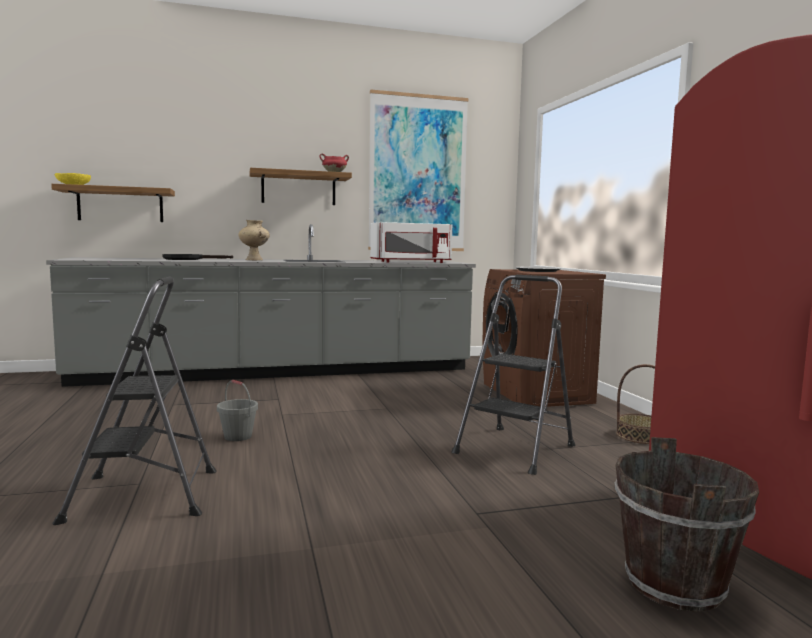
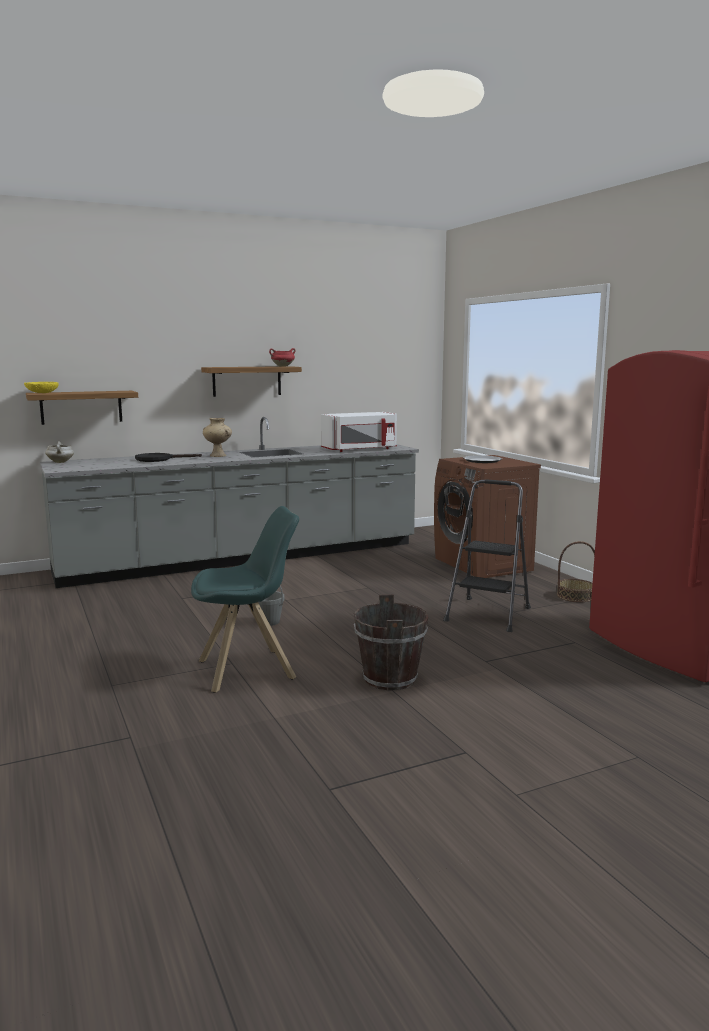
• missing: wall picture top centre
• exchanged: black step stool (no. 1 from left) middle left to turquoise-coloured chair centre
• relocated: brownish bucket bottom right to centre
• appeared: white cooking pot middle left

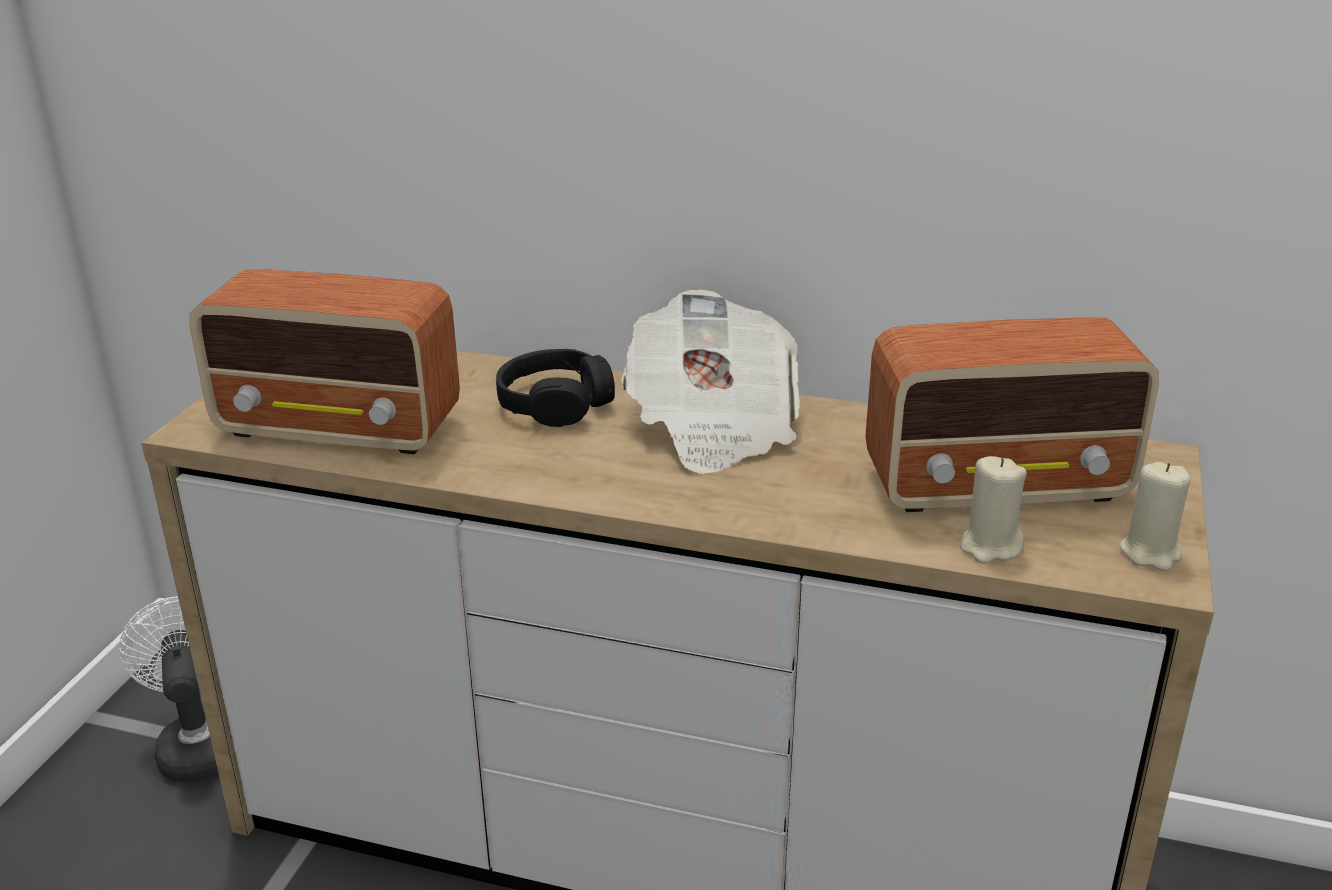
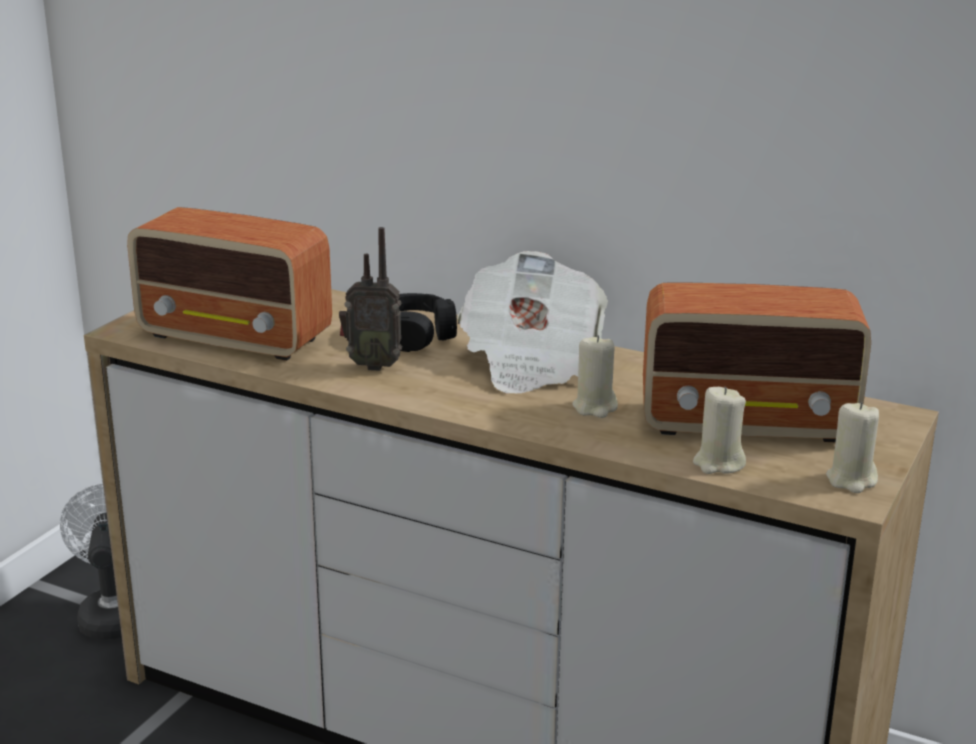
• appeared: radio set (no. 2 from left) centre
• appeared: beige candle (no. 1 from left) centre

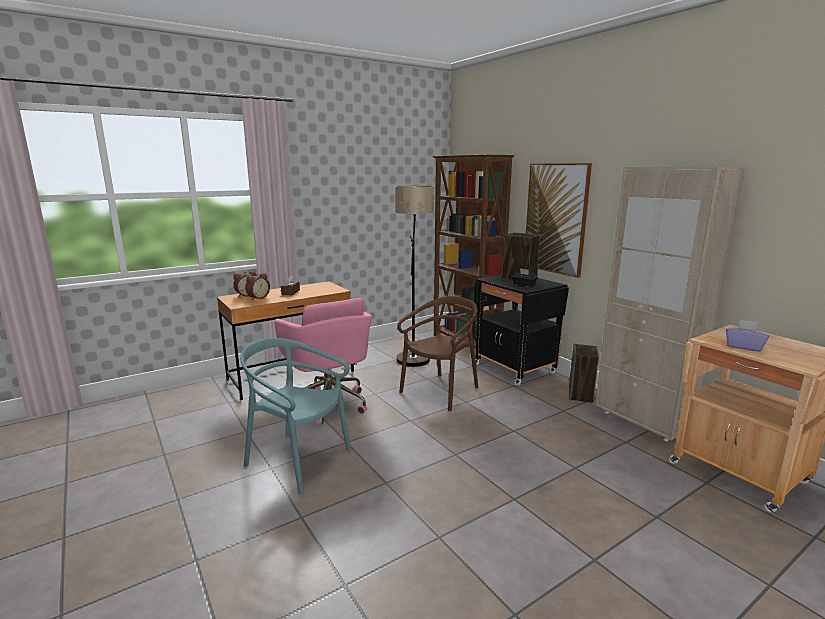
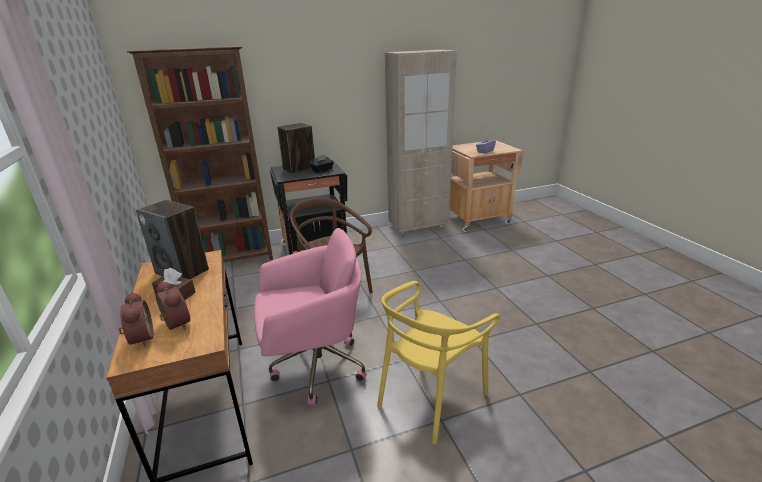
• missing: wall picture middle right
• missing: standing lamp centre
• colour: turquoise-coloured chair bottom centre to yellow chair bottom centre
• relocated: audio speaker (no. 2 from left in the first image) middle right to audio speaker (no. 1 from left) middle left

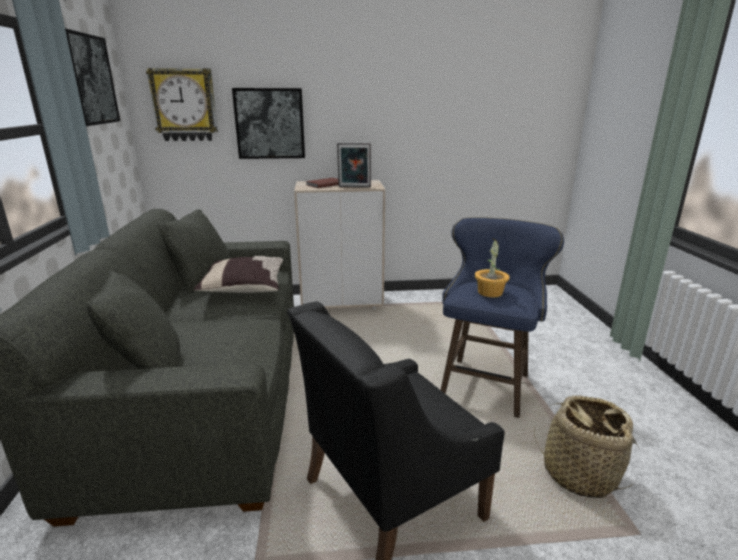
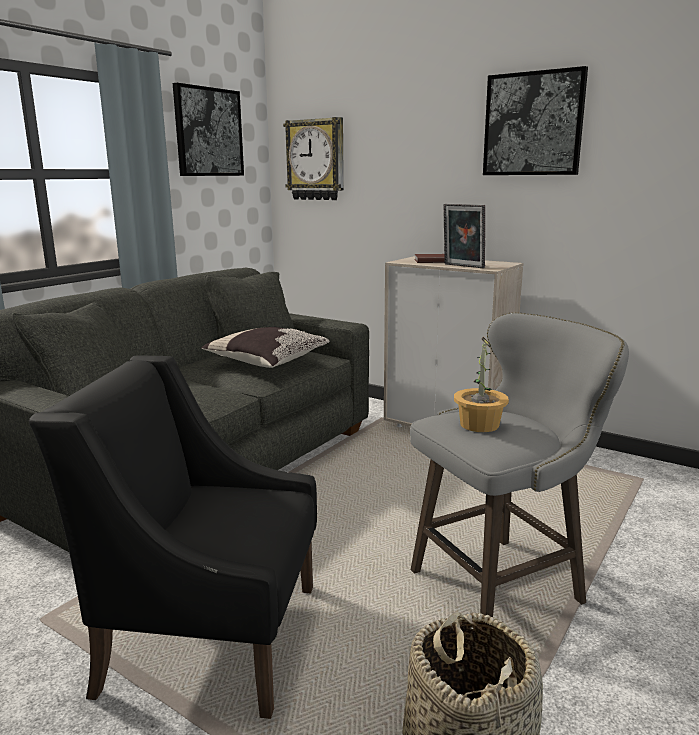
• relocated: wall picture (no. 2 from left) top centre to top right
• colour: blue stool middle right to grey stool middle right

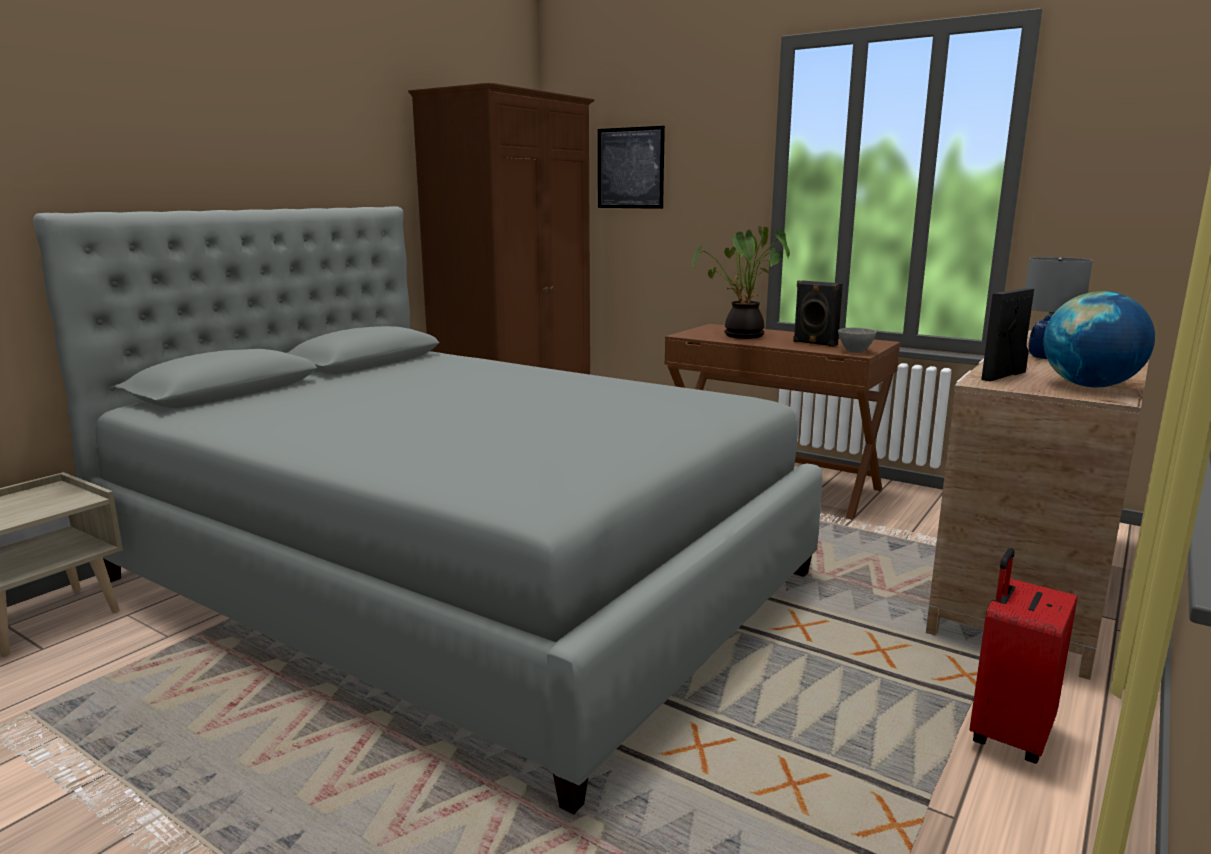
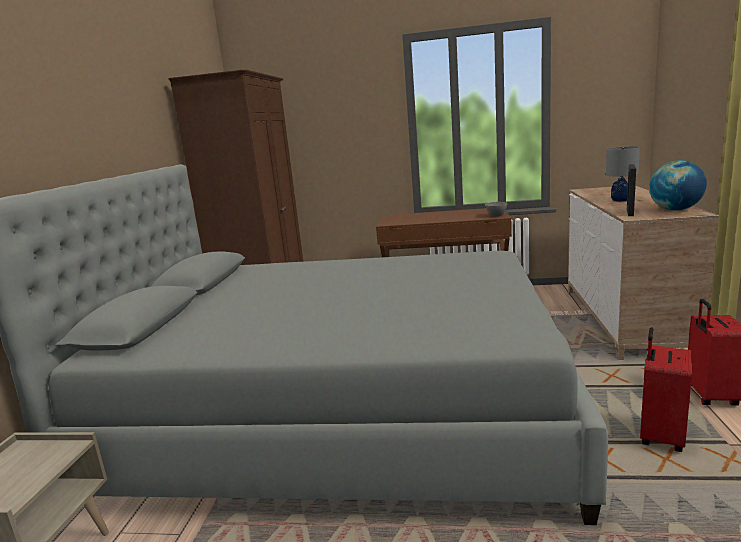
• missing: wall picture top centre
• missing: potted plant top centre
• missing: black audio speaker middle right
• appeared: red suitcase (no. 1 from left) bottom right

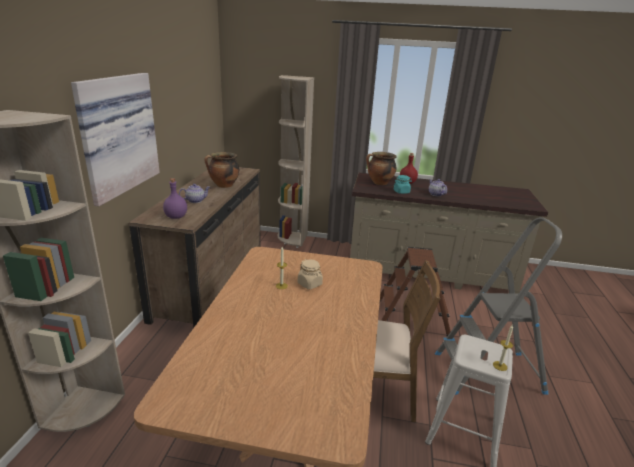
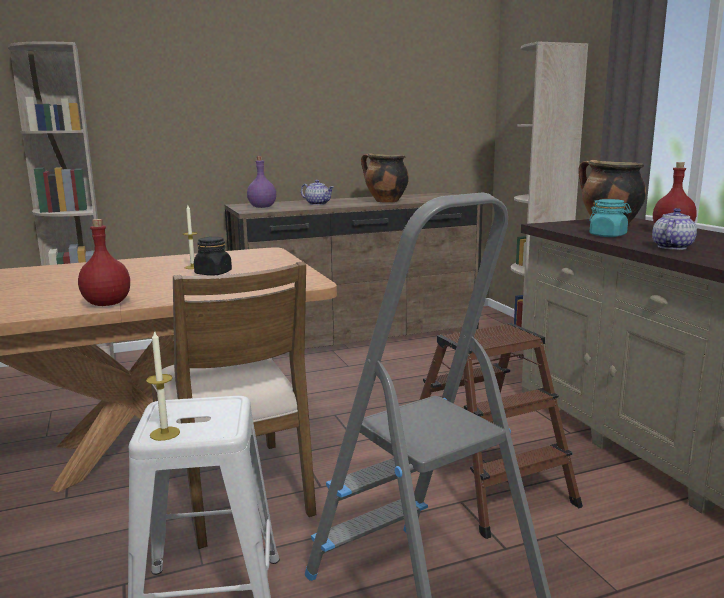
• missing: wall picture top left
• colour: beige storage jar centre to black storage jar middle left
• appeared: red drink bottle (no. 1 from left) middle left

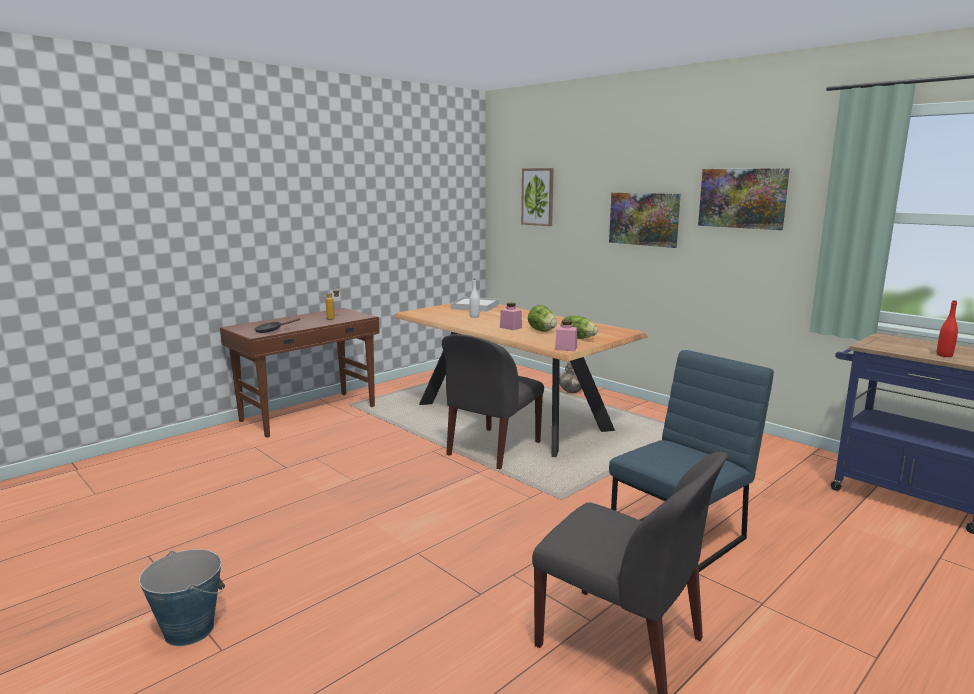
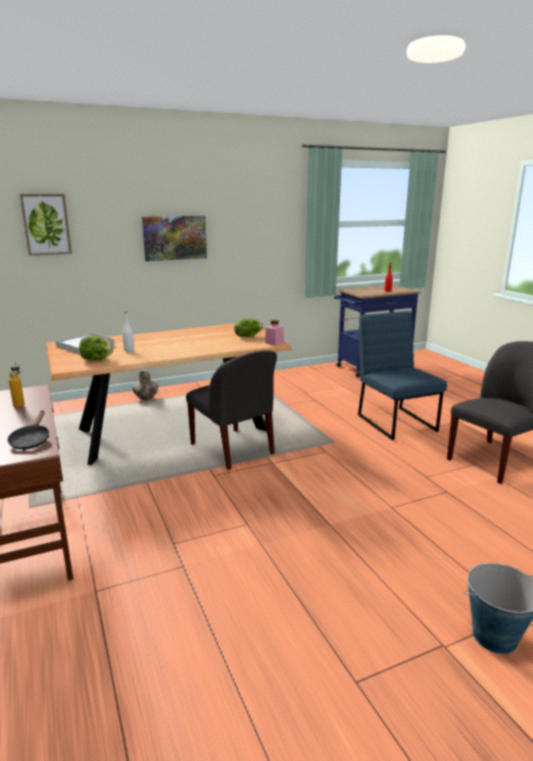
• missing: wall picture (no. 3 from left) top right
• missing: pink-coloured storage jar (no. 1 from left) centre
• relocated: lettuce (no. 1 from left) centre to middle left

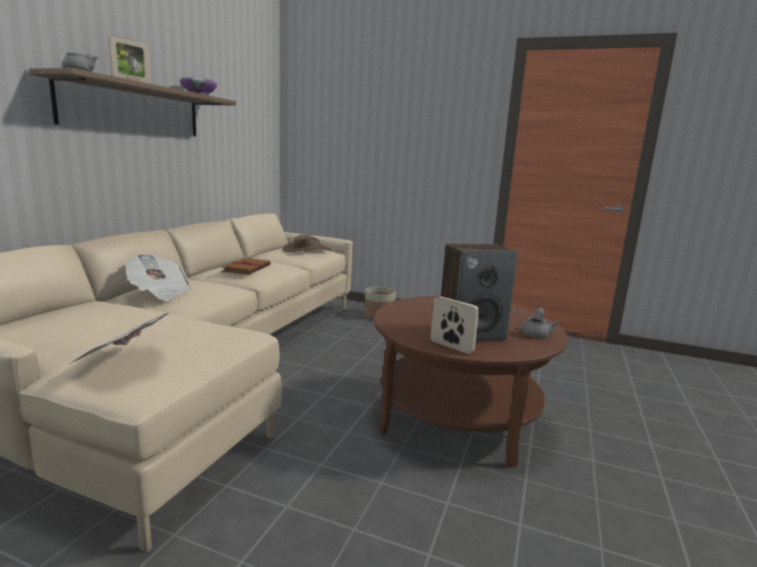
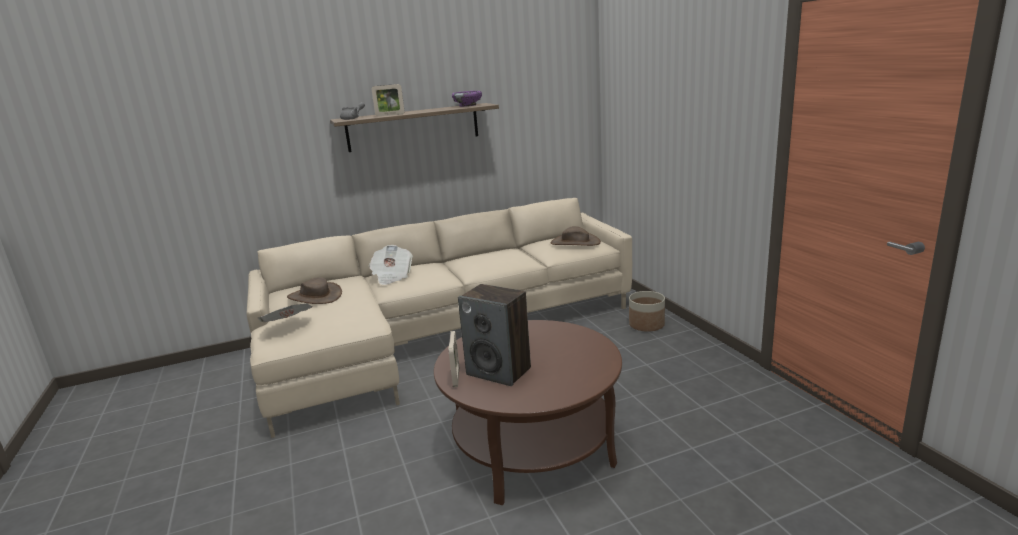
• missing: brownish book middle left
• missing: grey pot for tea (no. 2 from left) middle right
• appeared: brownish hat (no. 1 from left) middle left

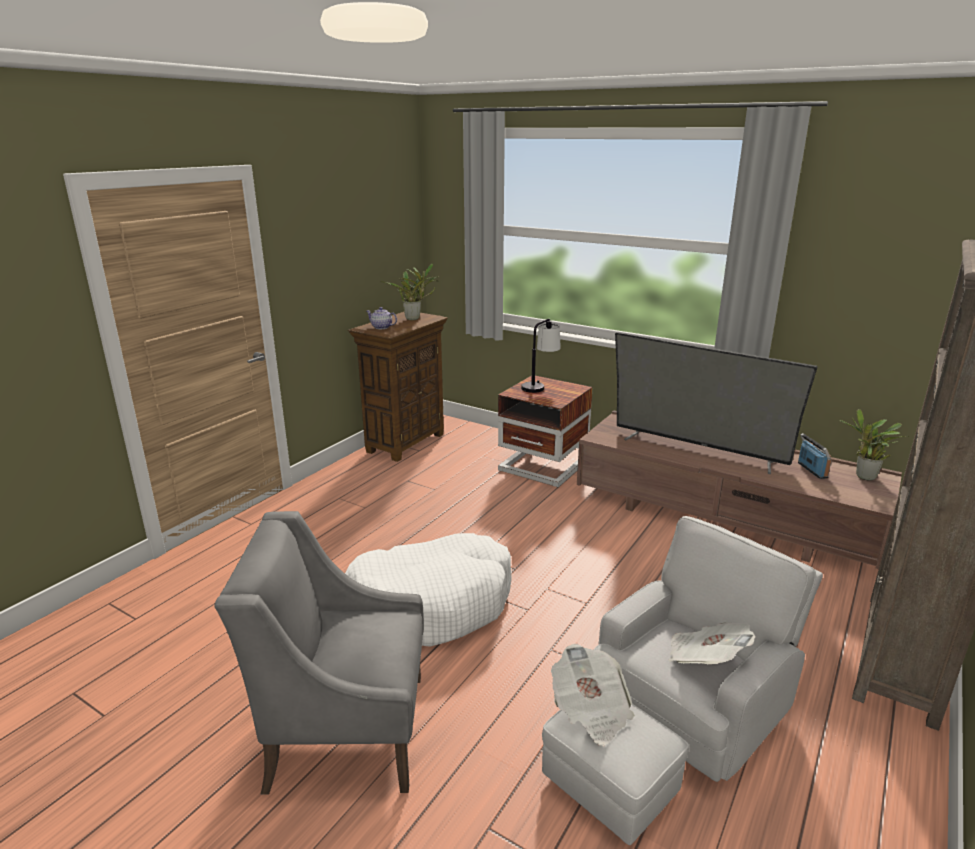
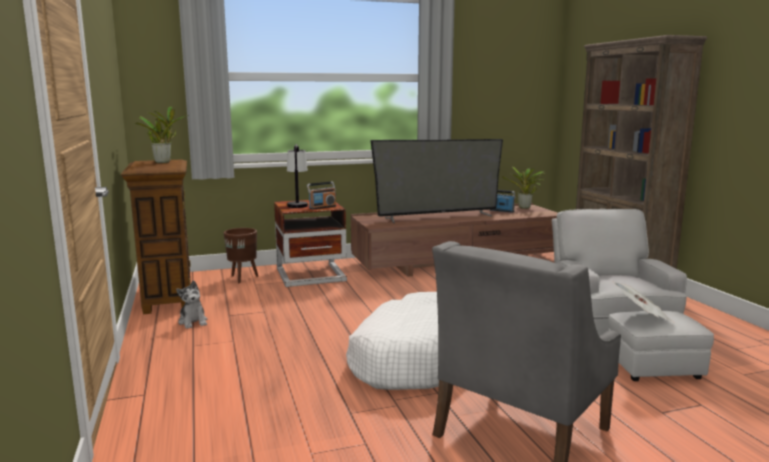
• missing: pot for tea centre
• missing: newspaper (no. 2 from left) bottom right
• appeared: radio set (no. 1 from left) centre
• appeared: brownish planter middle left
• appeared: soft toy middle left

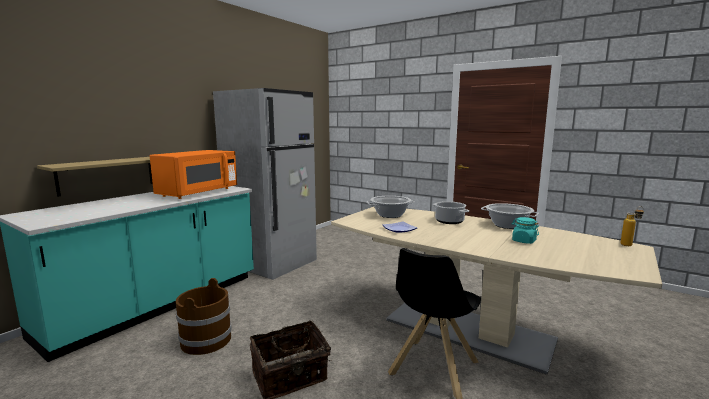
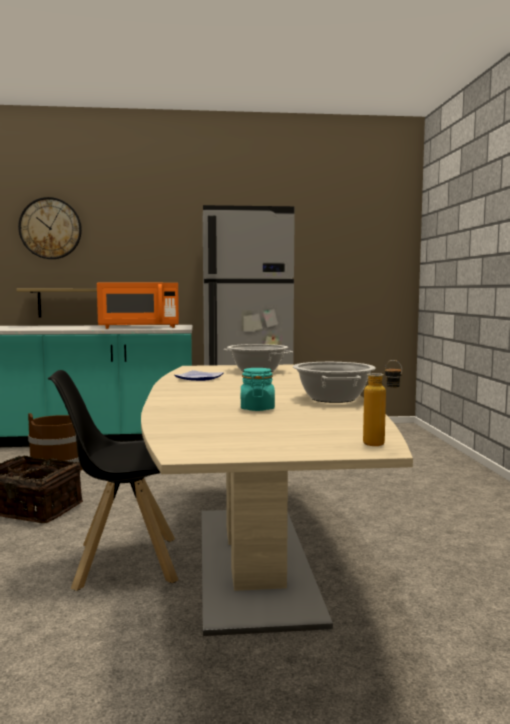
• missing: cooking pot (no. 2 from left) centre
• appeared: hanging clock top left

